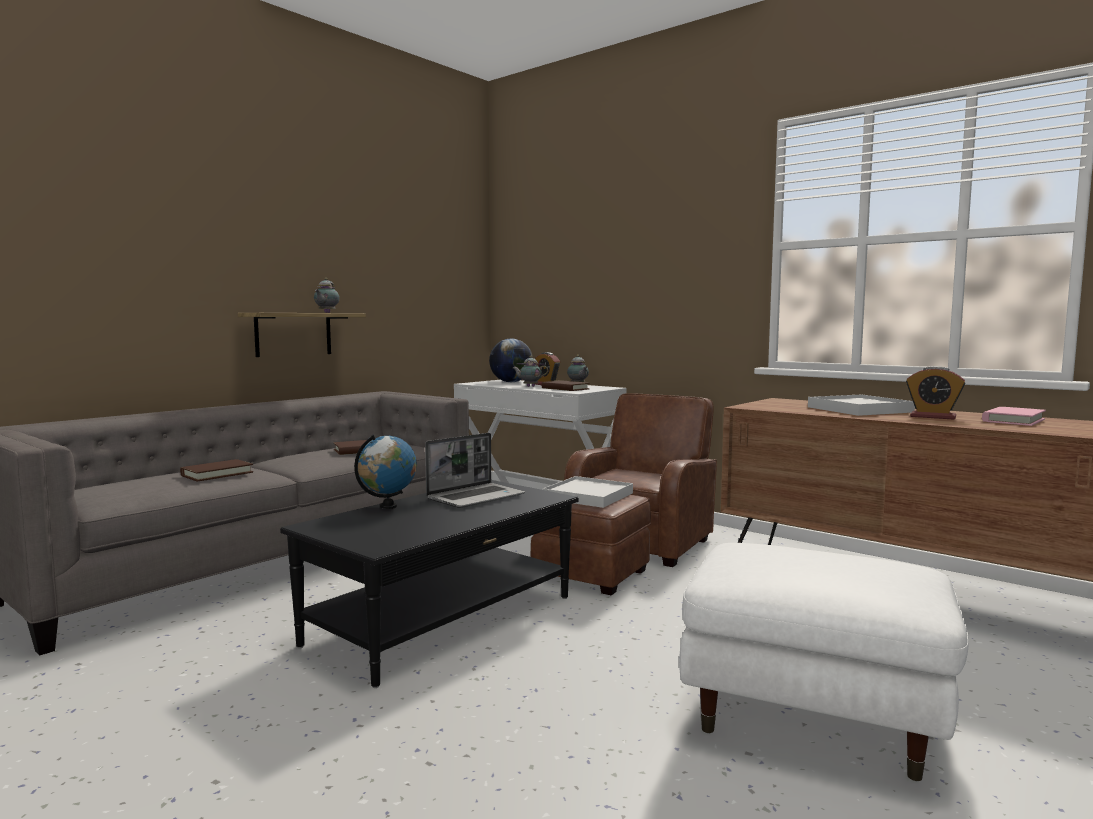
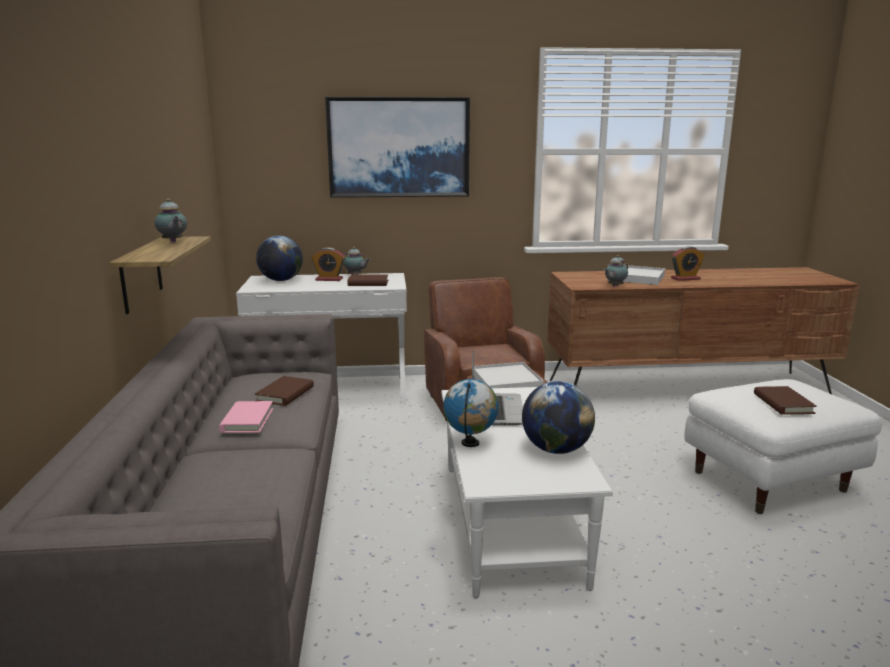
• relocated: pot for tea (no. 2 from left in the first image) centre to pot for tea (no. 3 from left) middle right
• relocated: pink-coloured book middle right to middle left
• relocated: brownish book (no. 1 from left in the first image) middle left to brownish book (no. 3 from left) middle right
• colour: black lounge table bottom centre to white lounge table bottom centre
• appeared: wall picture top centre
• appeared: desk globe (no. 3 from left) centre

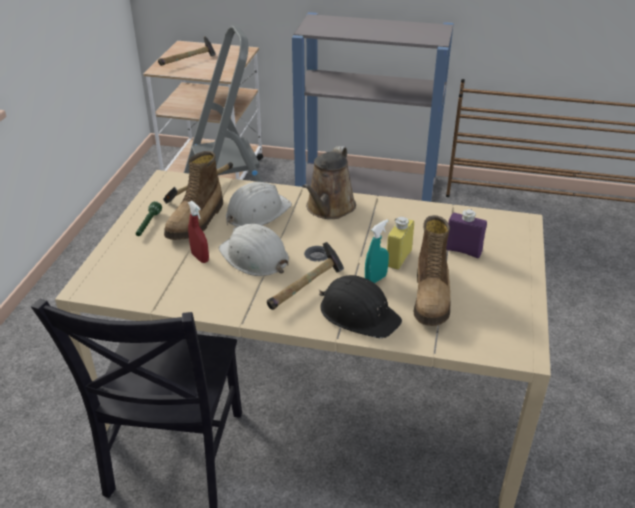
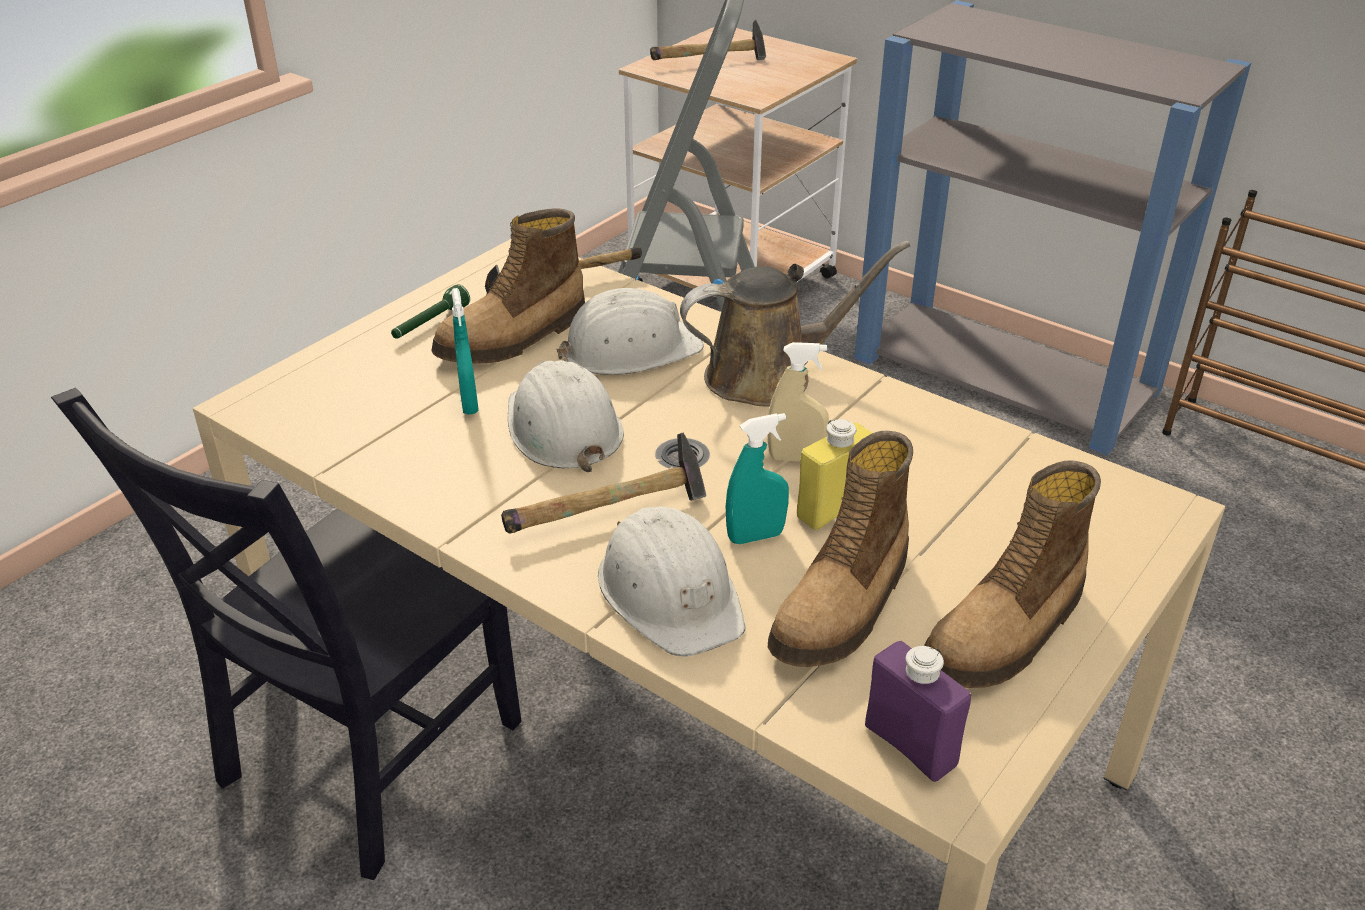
• spun: brownish watering pot centre = centre 150 degrees counterclockwise
• colour: red spray bottle middle left to turquoise-coloured spray bottle (no. 1 from left) centre
• relocated: purple drink bottle middle right to bottom right
• colour: black work helmet centre to white work helmet (no. 3 from left) centre
• appeared: beige spray bottle centre
• appeared: boot (no. 3 from left) middle right

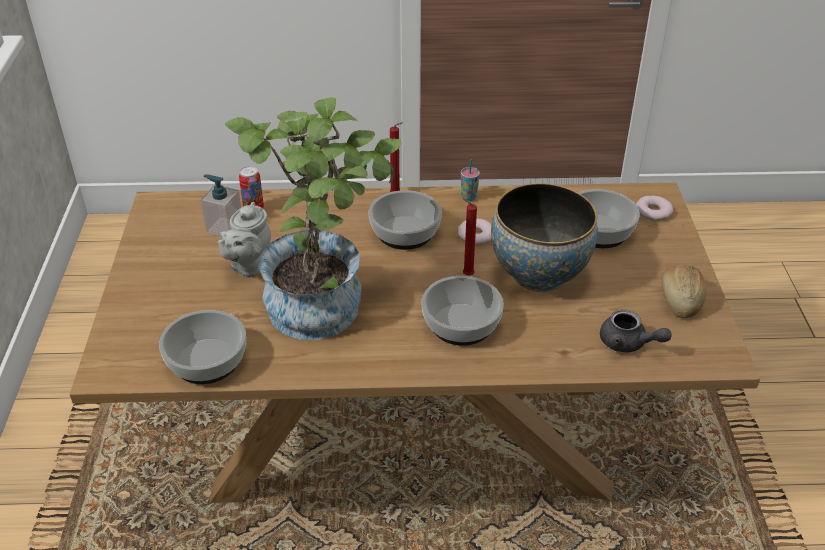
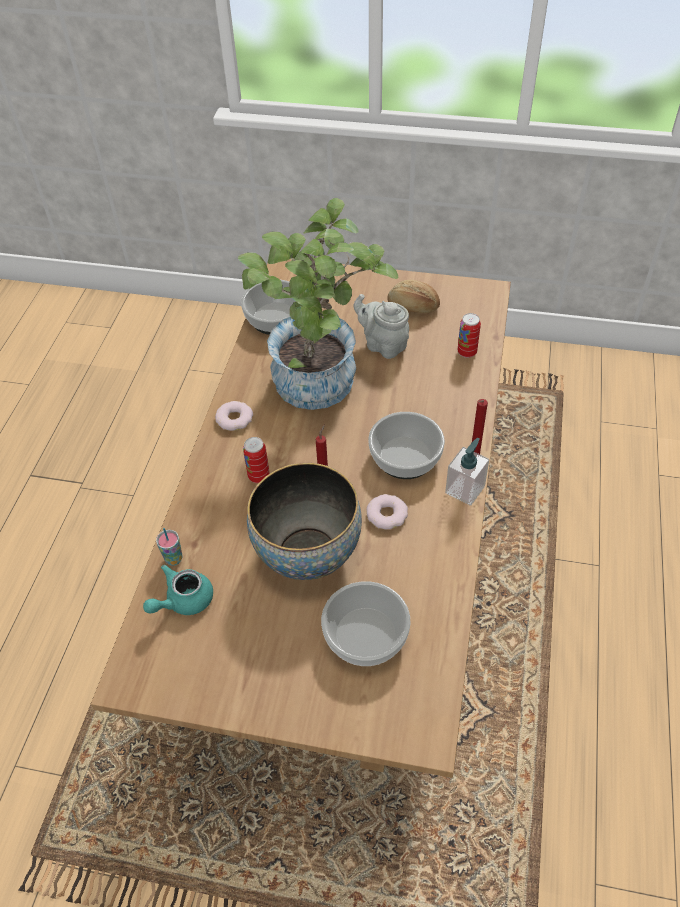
• relocated: small cup top centre to middle left
• relocated: soap bottle middle left to middle right
• relocated: ring doughnut (no. 2 from left in the first image) middle right to ring doughnut (no. 1 from left) centre
• relocated: baked bread middle right to top centre
• exchanged: deep dish (no. 3 from left) centre to sealed can (no. 1 from left) centre
• colour: grey pot for tea (no. 2 from left) middle right to turquoise-coloured pot for tea middle left

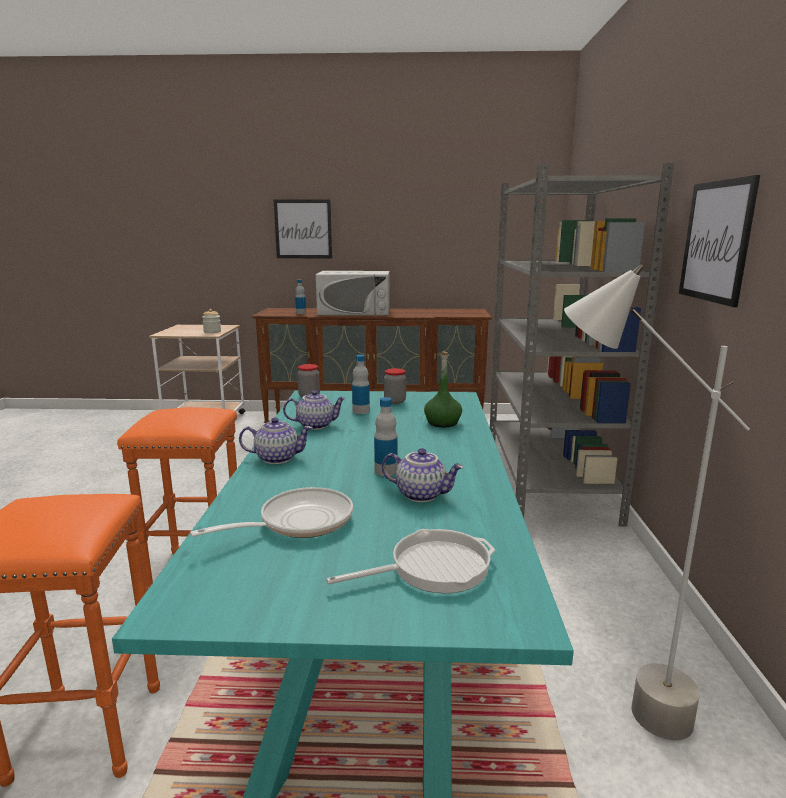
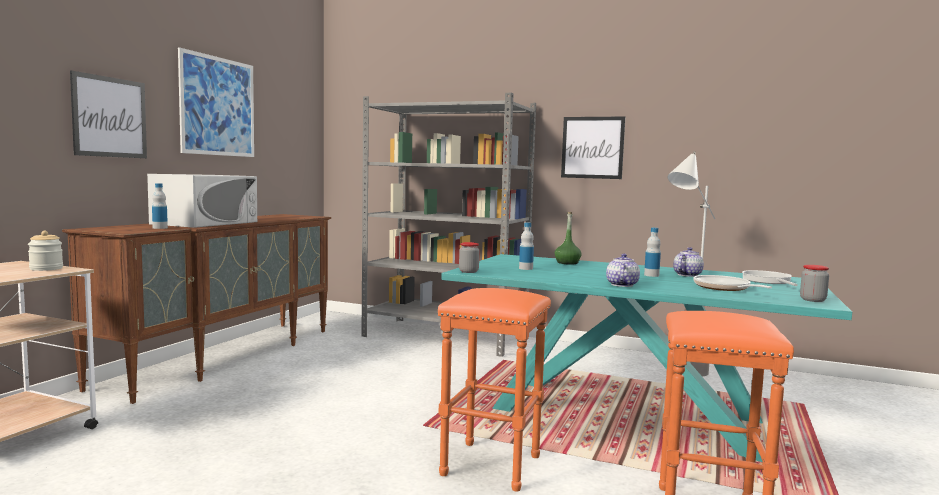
• relocated: storage jar (no. 3 from left) centre to middle right
• missing: pot for tea (no. 2 from left) centre
• appeared: wall picture (no. 2 from left) top left

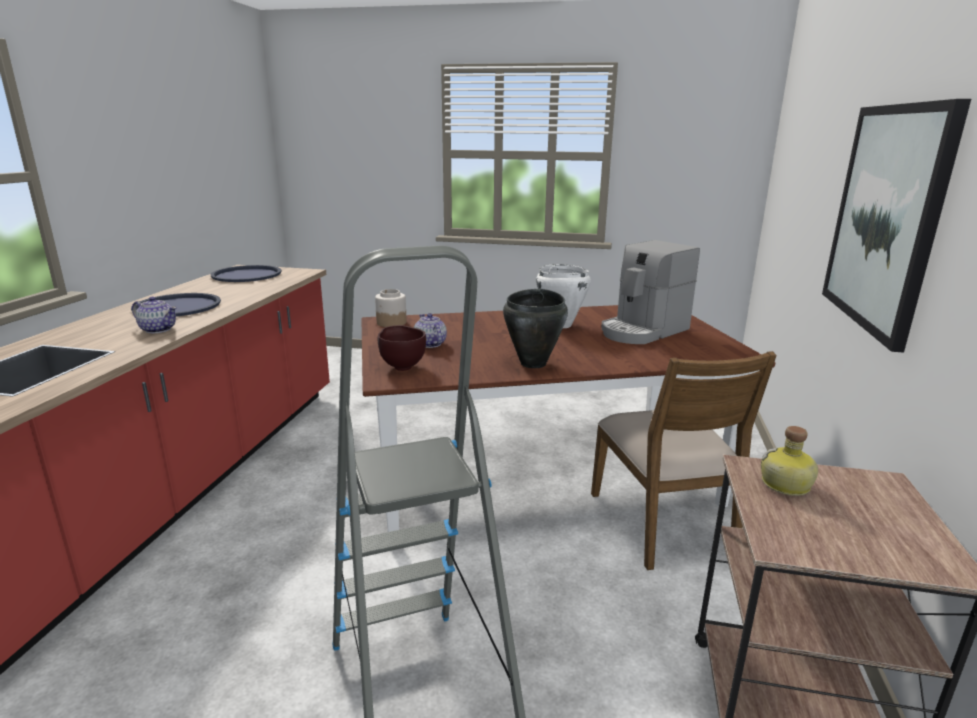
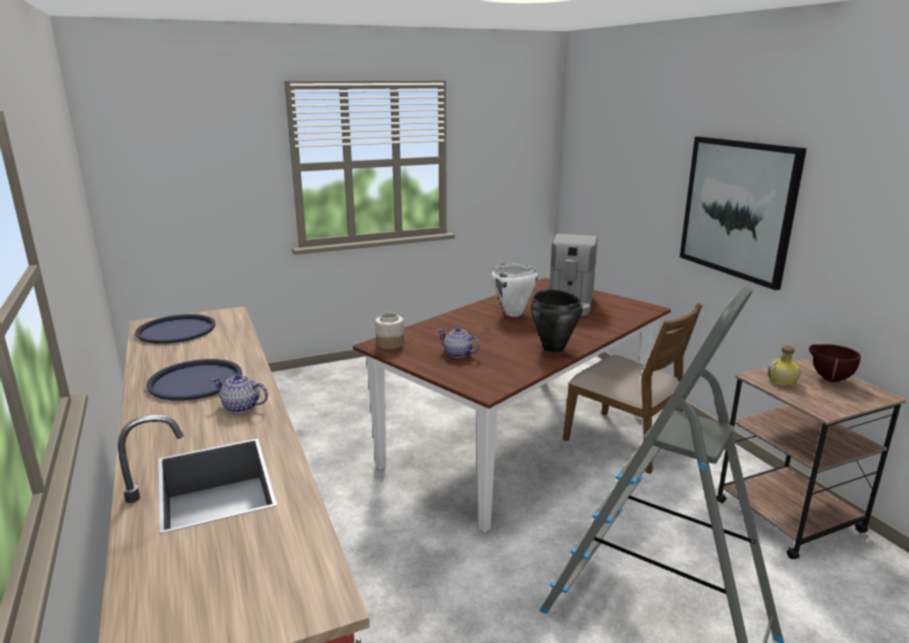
• spun: pot for tea (no. 1 from left) middle left = middle left 150 degrees counterclockwise
• relocated: brownish deep dish centre to middle right

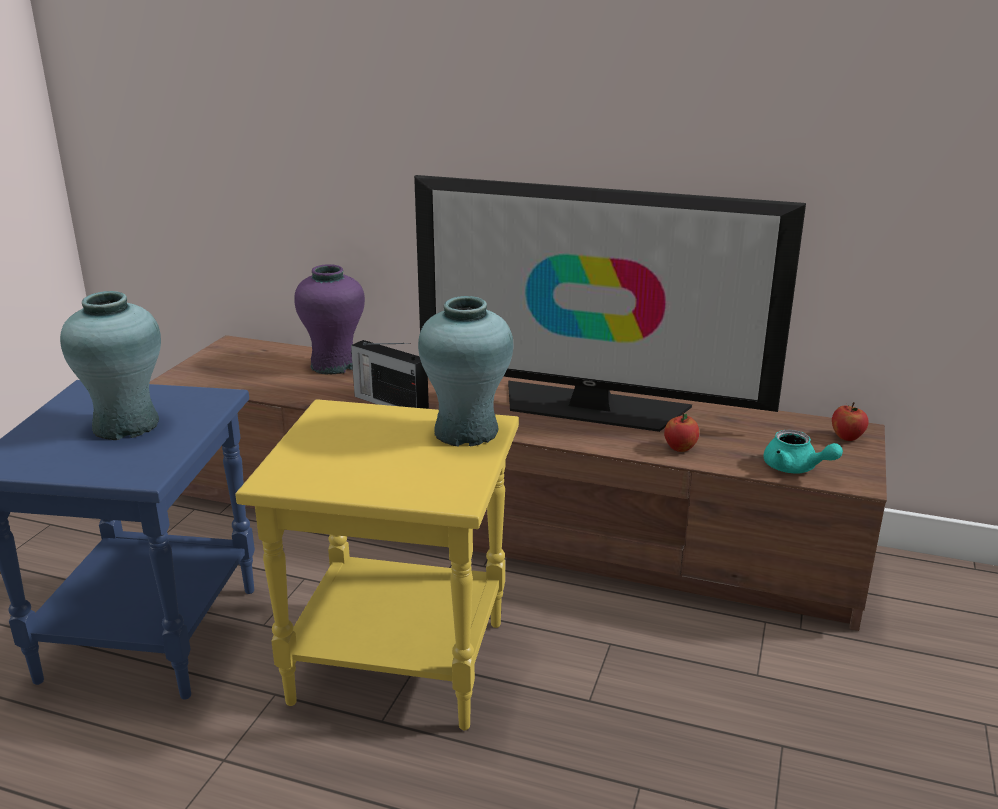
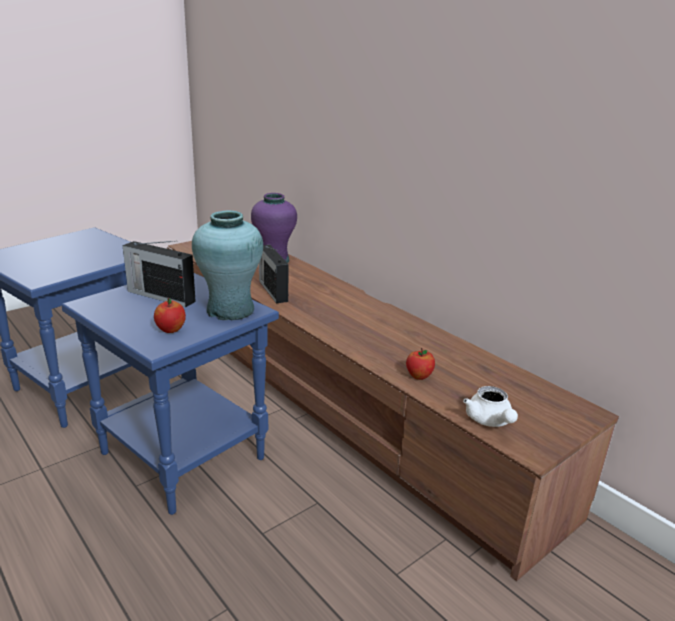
• missing: TV centre
• missing: turquoise-coloured decorative vase (no. 1 from left) middle left
• colour: yellow side table bottom centre to blue side table (no. 2 from left) middle left
• relocated: apple (no. 2 from left in the first image) middle right to apple (no. 1 from left) middle left
• colour: turquoise-coloured pot for tea middle right to white pot for tea middle right
• appeared: radio set (no. 1 from left) middle left

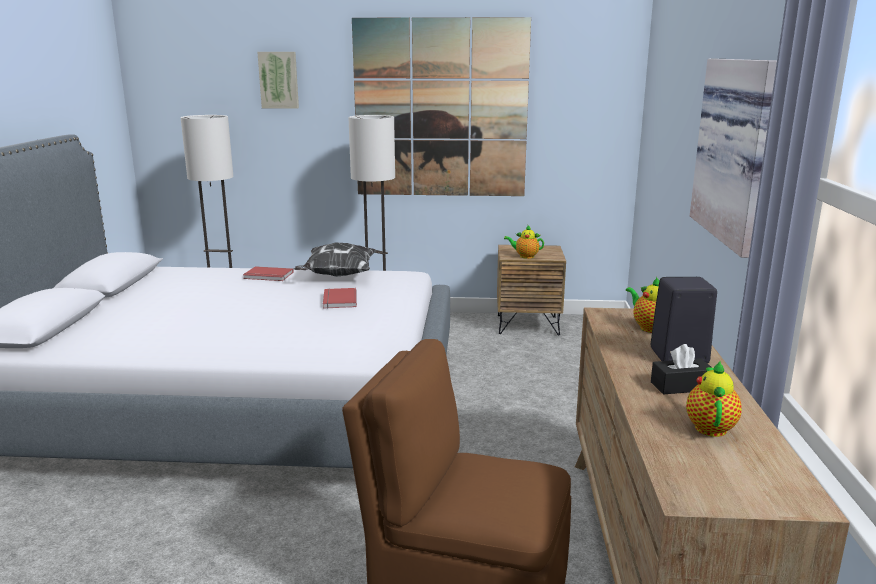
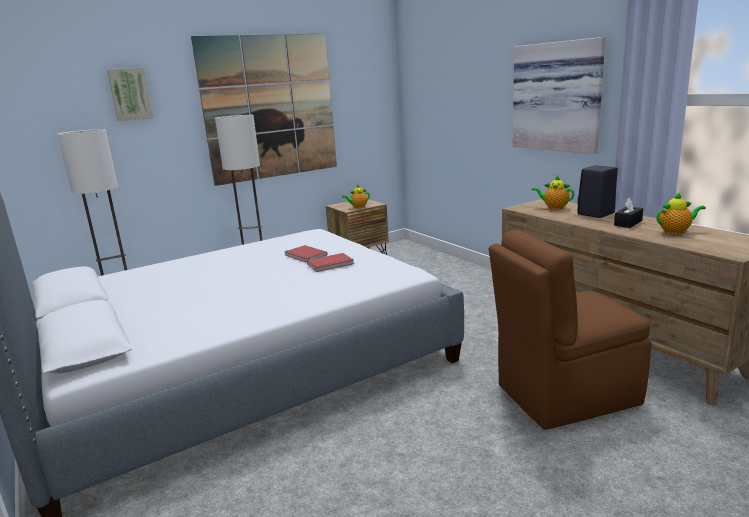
• missing: throw pillow centre
• relocated: red book (no. 1 from left in the first image) middle left to red book (no. 2 from left) centre
• spun: pot for tea (no. 3 from left) bottom right = middle right 105 degrees clockwise

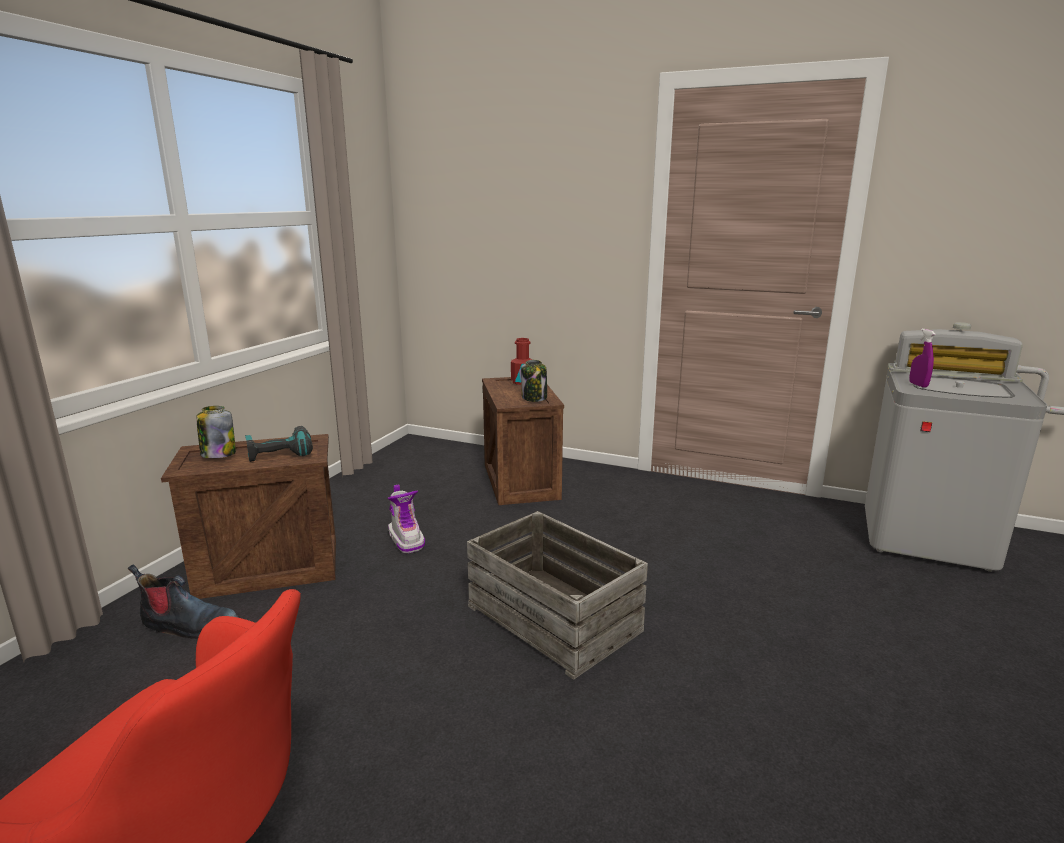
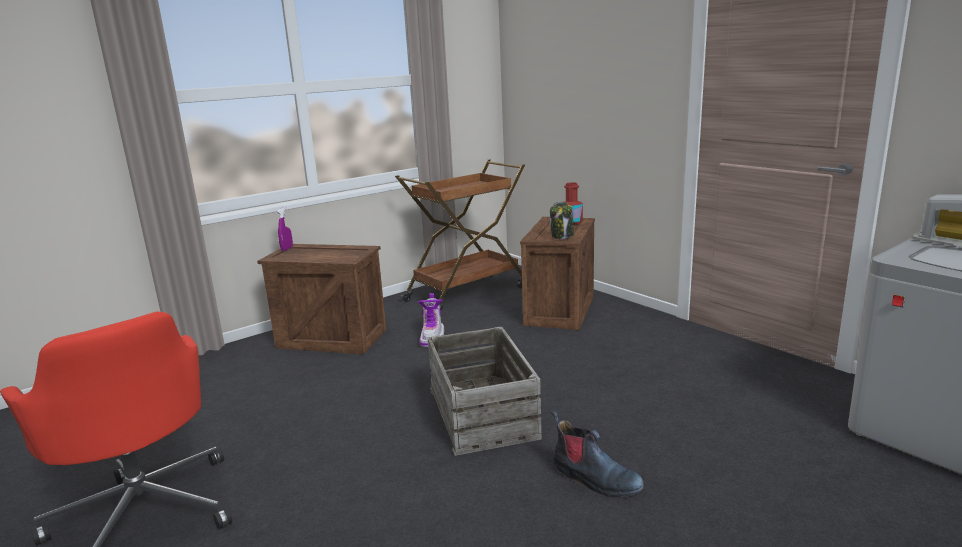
• relocated: purple spray bottle middle right to middle left
• missing: storage jar (no. 1 from left) middle left
• missing: drill middle left
• relocated: boot (no. 1 from left in the first image) bottom left to boot (no. 2 from left) bottom centre
• appeared: brownish trolley centre

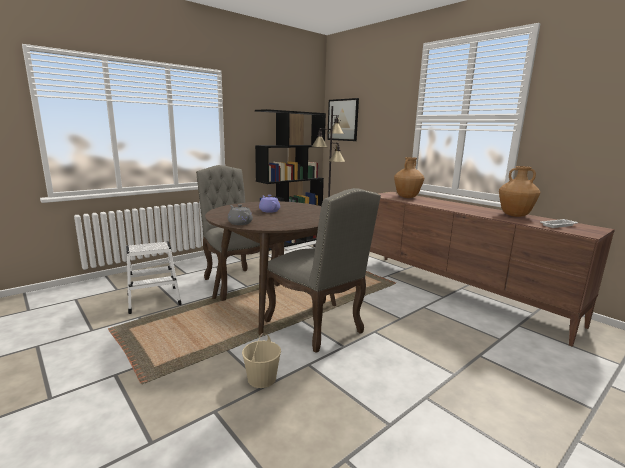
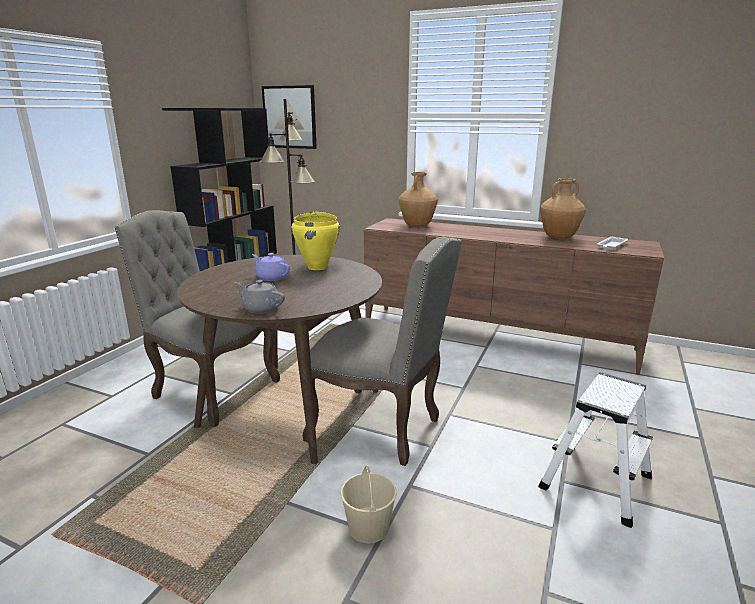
• relocated: white step stool middle left to bottom right
• appeared: yellow cooking pot centre

